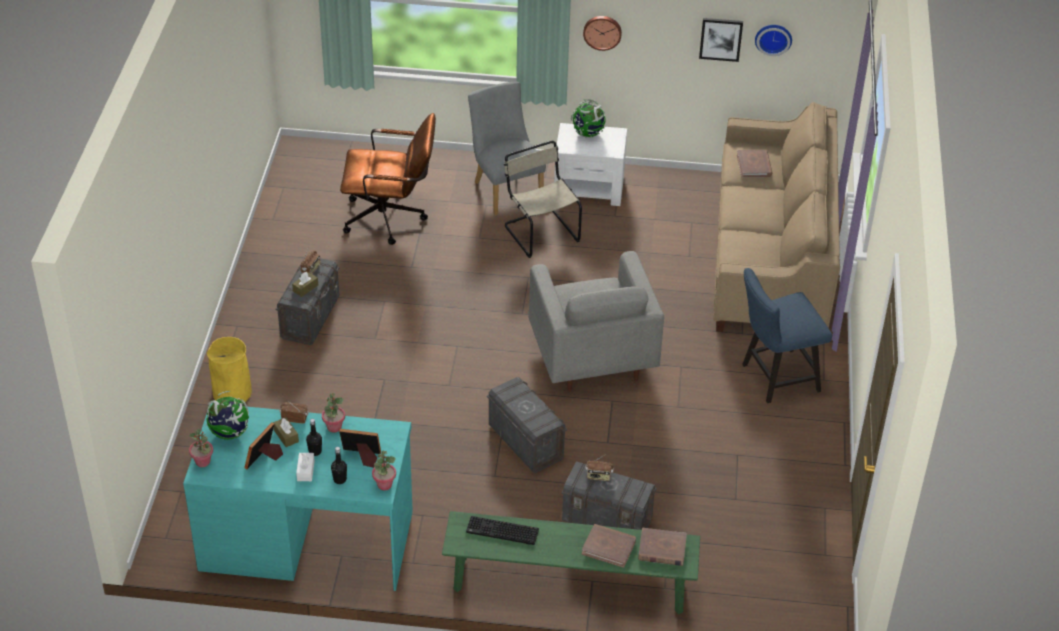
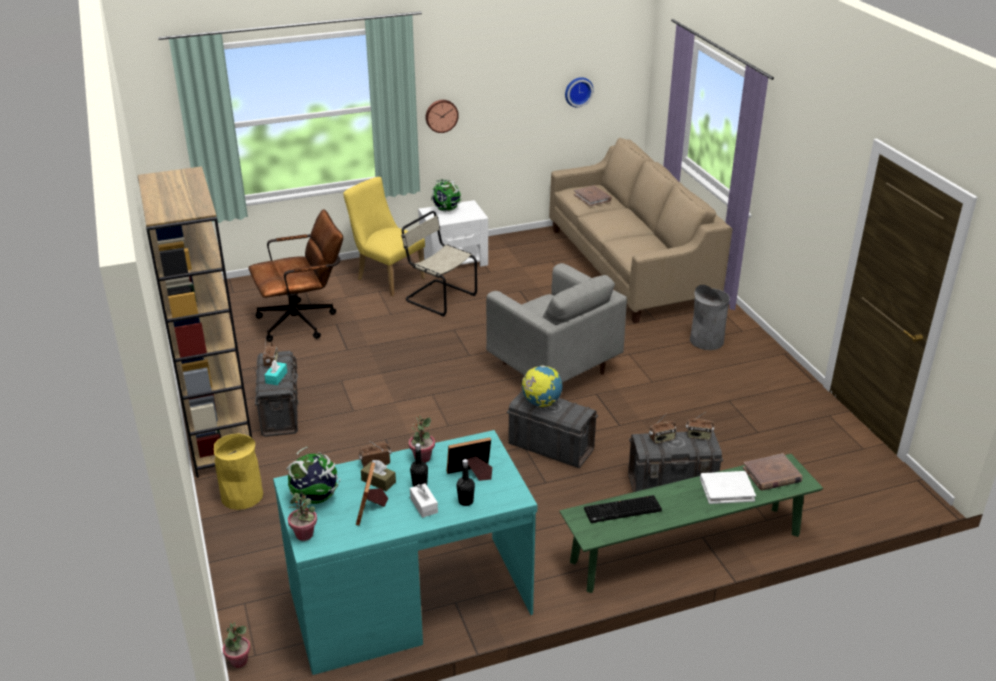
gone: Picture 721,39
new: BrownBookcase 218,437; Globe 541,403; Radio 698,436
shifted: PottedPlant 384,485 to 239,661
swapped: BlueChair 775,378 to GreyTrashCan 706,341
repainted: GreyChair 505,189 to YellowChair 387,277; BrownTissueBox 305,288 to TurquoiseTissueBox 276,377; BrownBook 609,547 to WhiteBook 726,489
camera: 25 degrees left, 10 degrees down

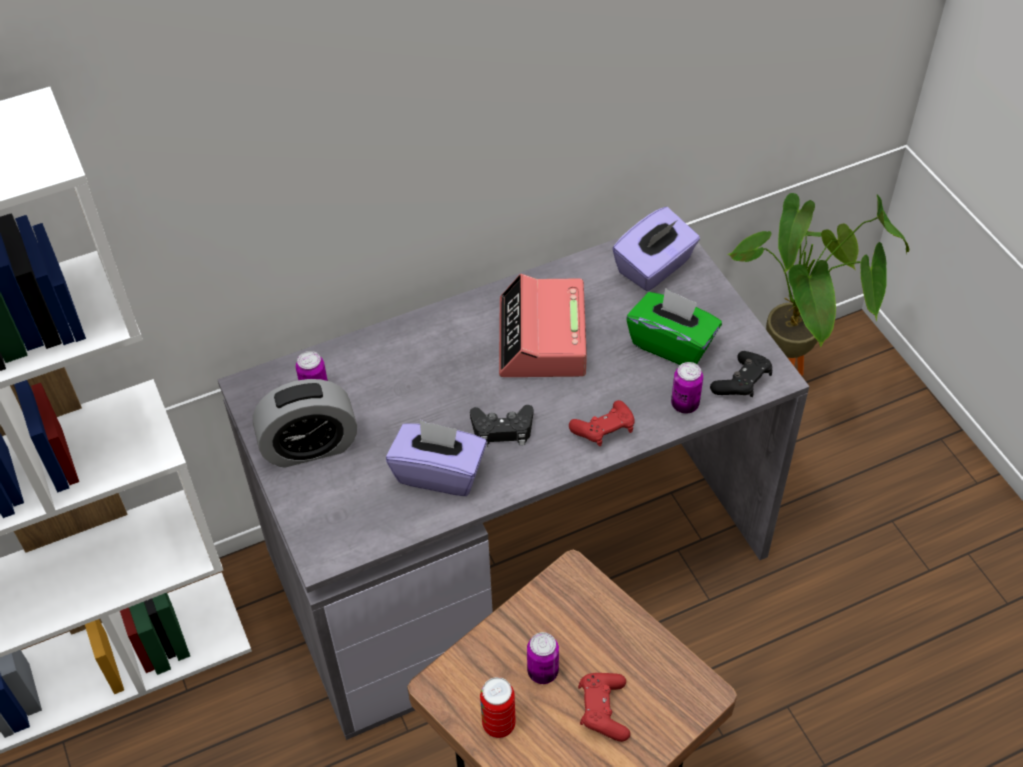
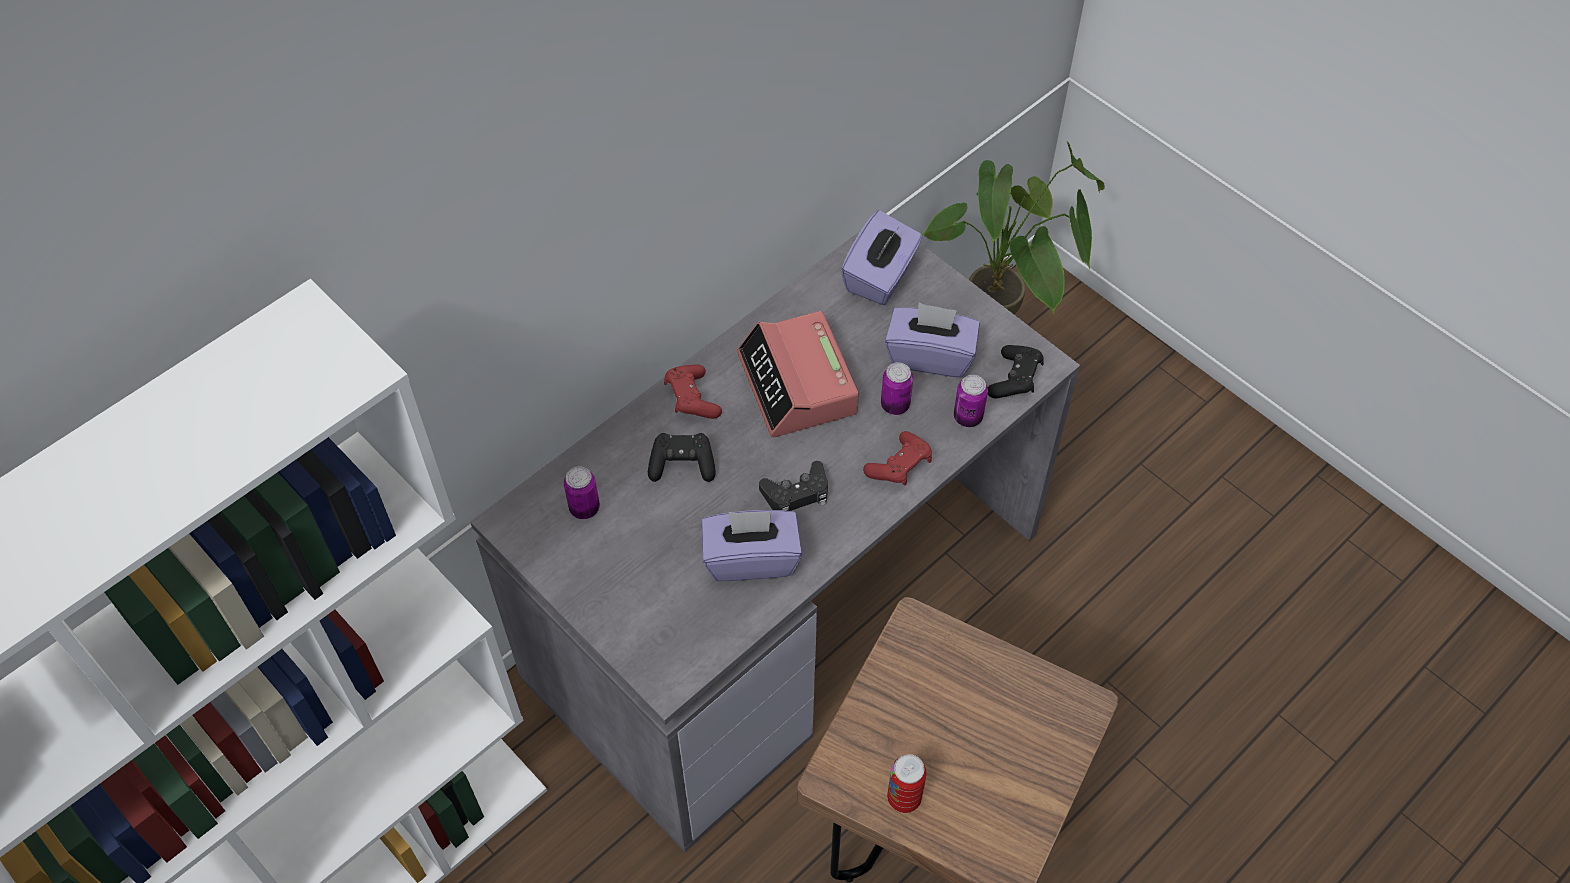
gone: AlarmClock 310,447
new: BlackGameController 682,464
shifted: Can 542,672 to 895,405; RedGameController 603,711 to 692,399
repainted: GreenTissueBox 672,344 to PurpleTissueBox 930,355
camera: 20 degrees left, 5 degrees up

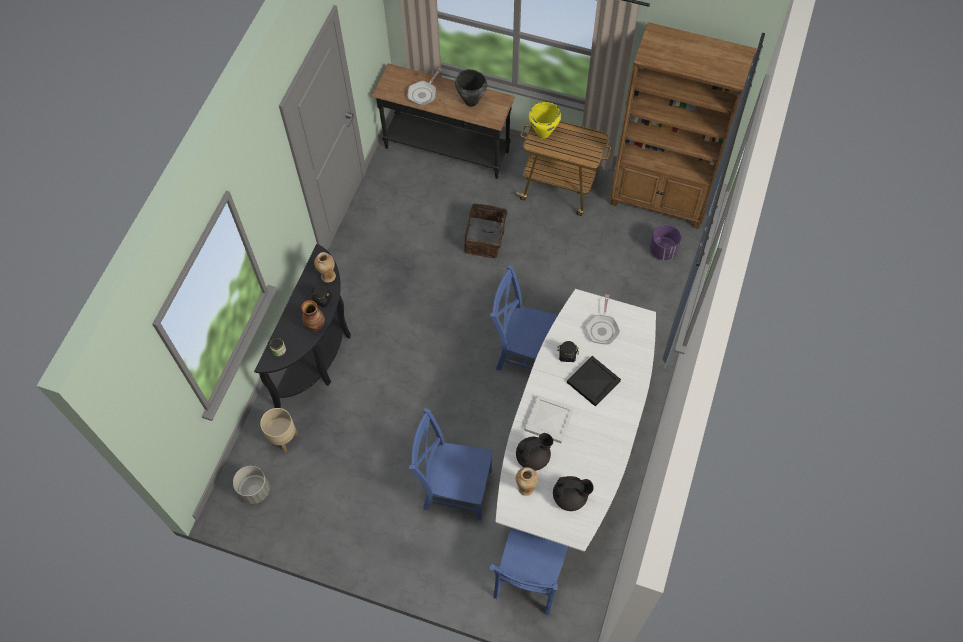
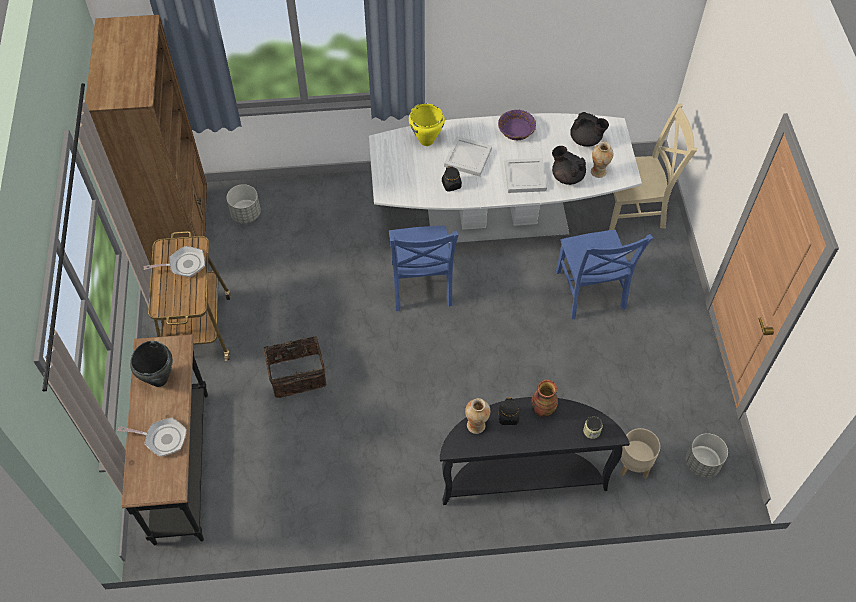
new: PurpleBowl 516,130
shifted: YellowCookingPot 543,133 to 426,141; FryingPan 602,328 to 184,265
repainted: PurplePlanter 663,250 to GreyPlanter 246,214; BlackTray 593,381 to WhiteTray 467,158; BlueChair 528,580 to BeigeChair 635,210
rotated: BlackTeapot 570,497 = 586,140 135 degrees clockwise
camera: 115 degrees left, 5 degrees down

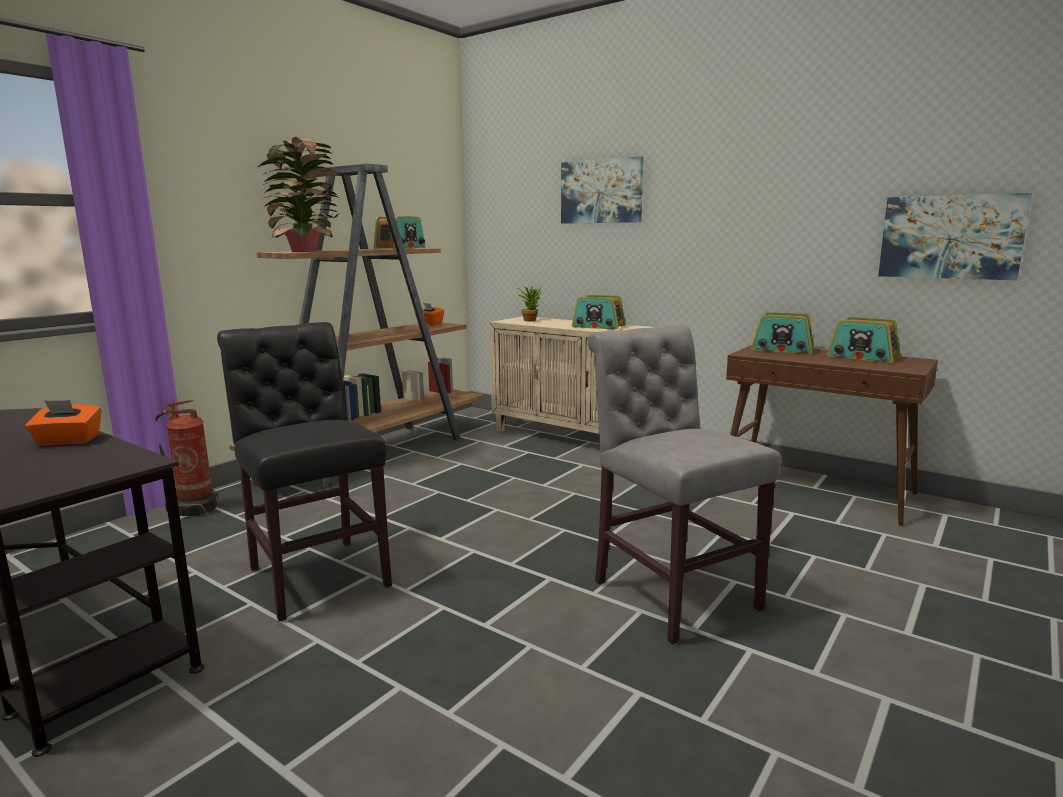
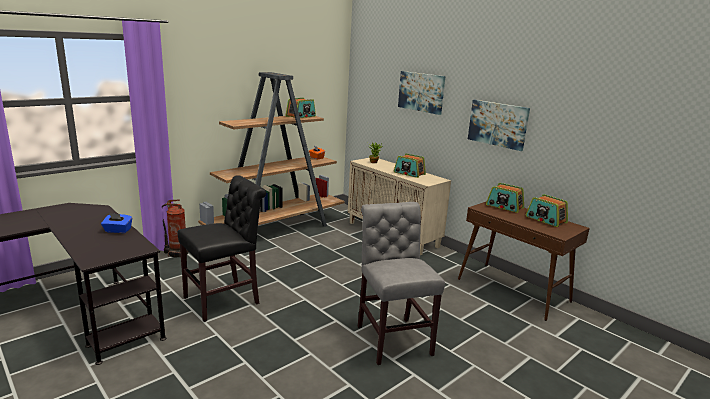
gone: PottedPlant 306,251
shifted: Picture 950,237 to 498,124
repainted: OrangeTissueBox 68,441 to BlueTissueBox 117,230
rotated: BlackChair 316,574 = 225,300 75 degrees clockwise
camera: 10 degrees right, 5 degrees up

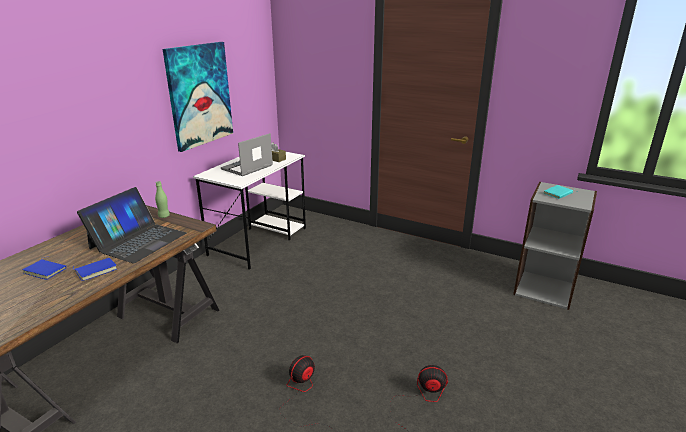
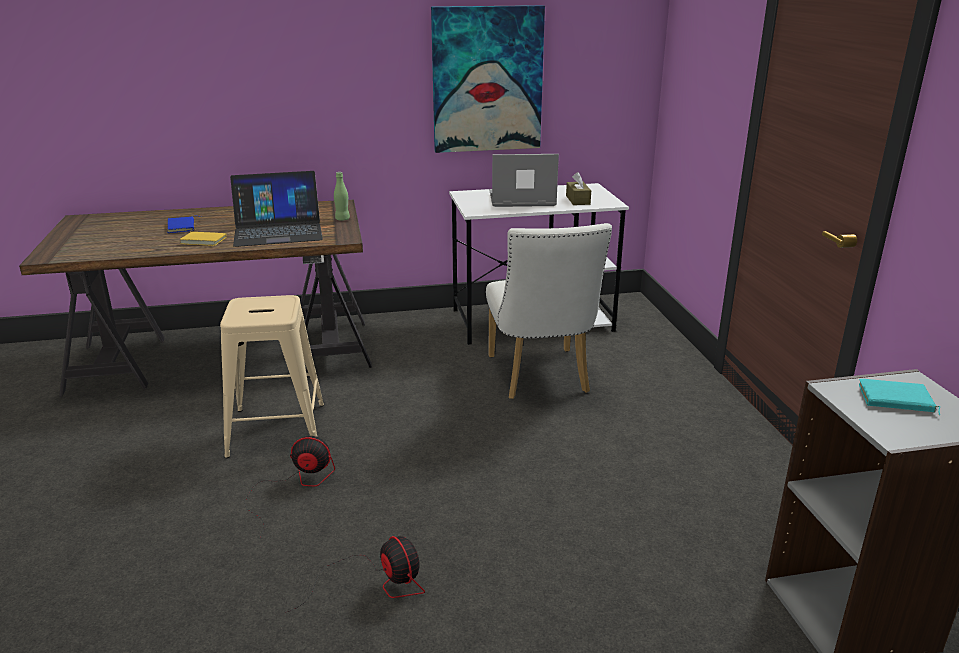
new: WhiteChair 540,378; BeigeStool 277,429
repainted: BlueBook 96,270 to YellowBook 204,240
camera: 50 degrees right, 0 degrees up

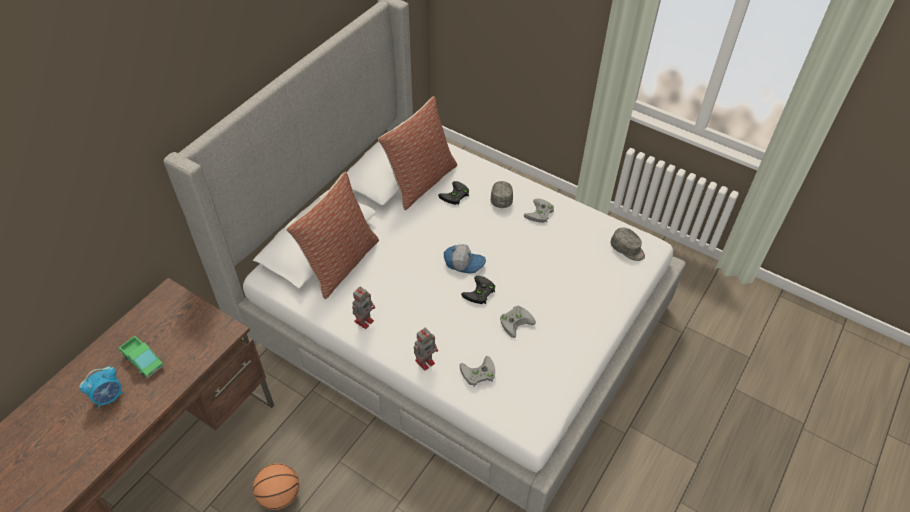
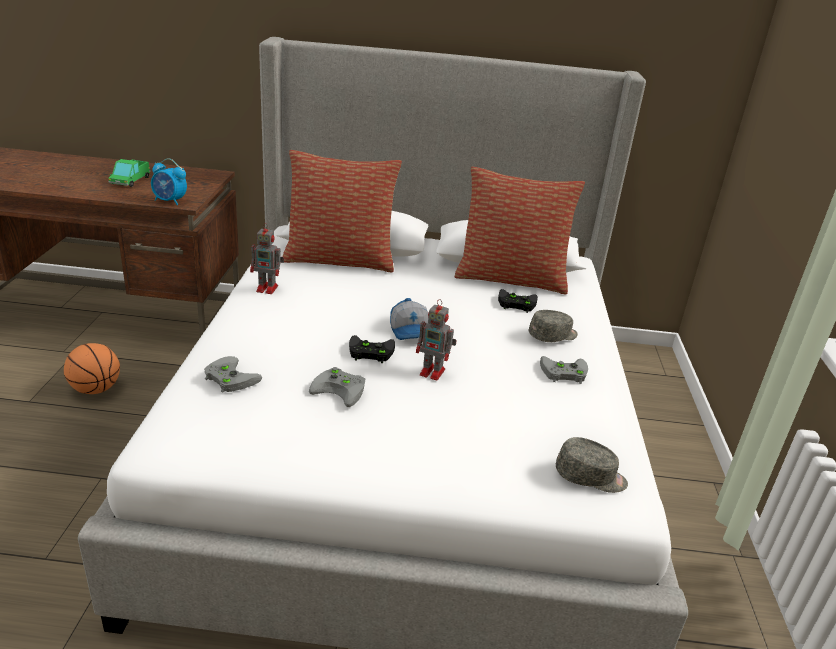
shifted: ToyRobot 425,361 to 433,372; AlarmClock 109,397 to 170,201
rotated: GreyCap 627,249 = 590,477 90 degrees counterclockwise
camera: 60 degrees right, 20 degrees down

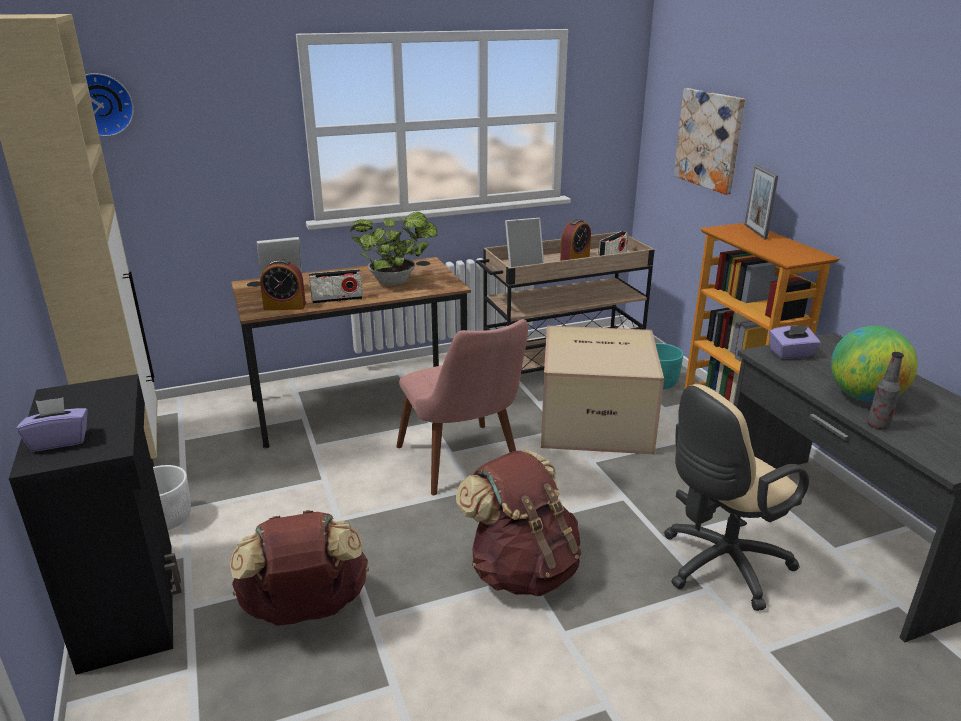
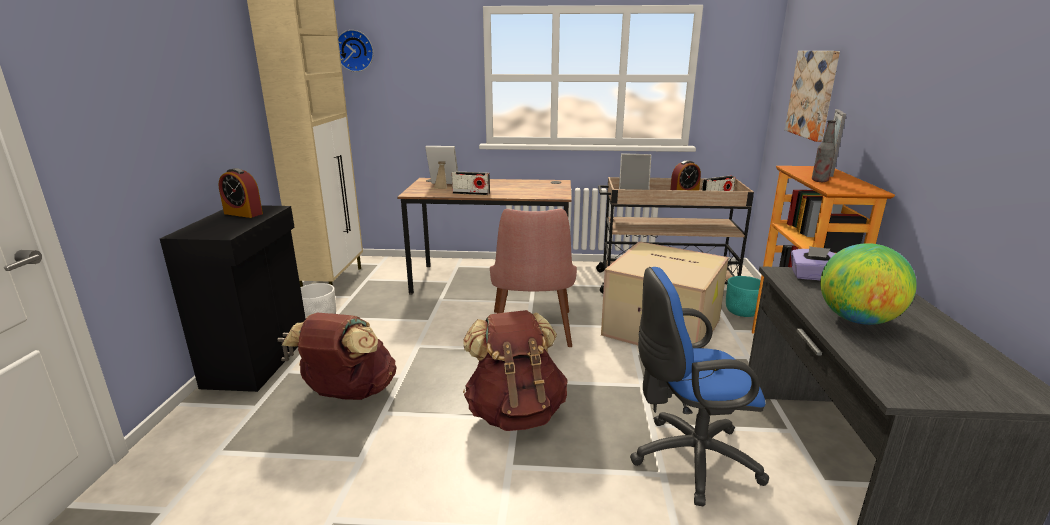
gone: PottedPlant 396,282; PurpleTissueBox 59,441
shifted: AlarmClock 284,306 to 243,213; Bottle 878,425 to 819,181
repainted: BeigeOfficeChair 719,566 to BlueOfficeChair 687,459
camera: 25 degrees right, 5 degrees down

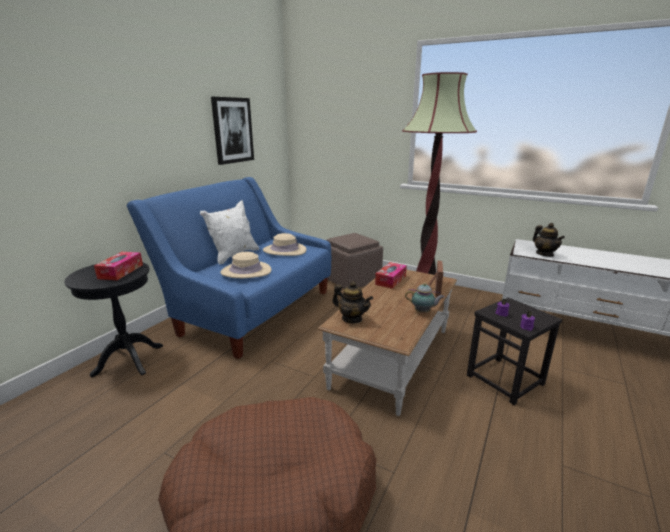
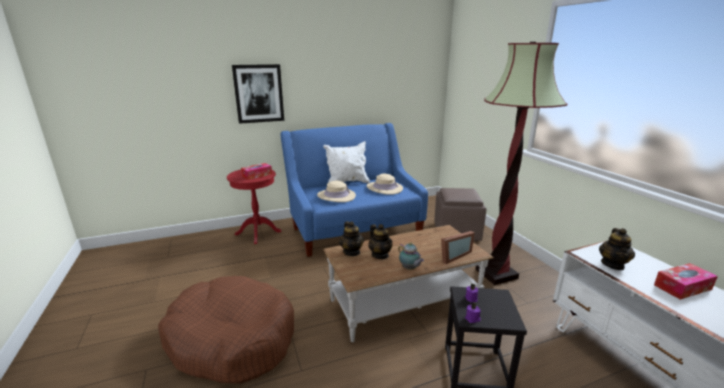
new: Teapot 380,255
shifted: Picture 232,130 to 259,93; TissueBox 390,280 to 682,287
repainted: BlackSideTable 128,360 to RedSideTable 258,233
camera: 40 degrees right, 0 degrees up

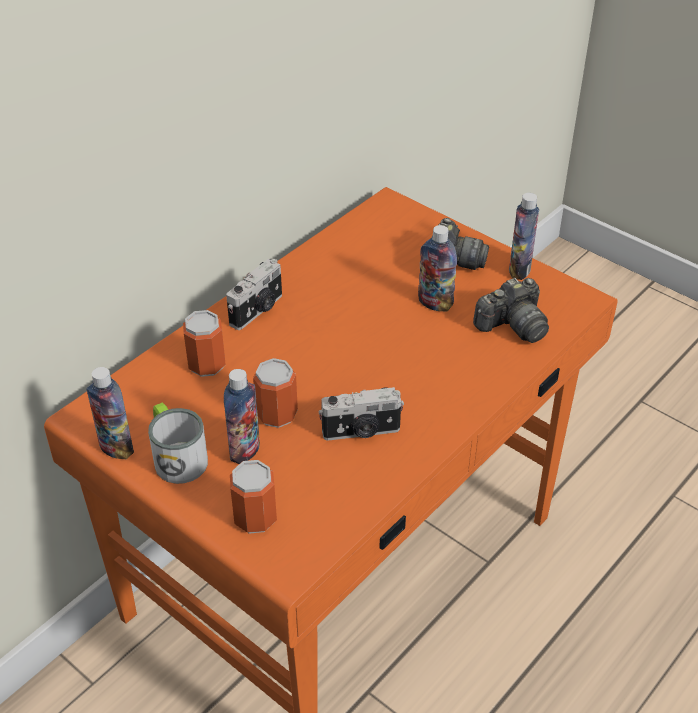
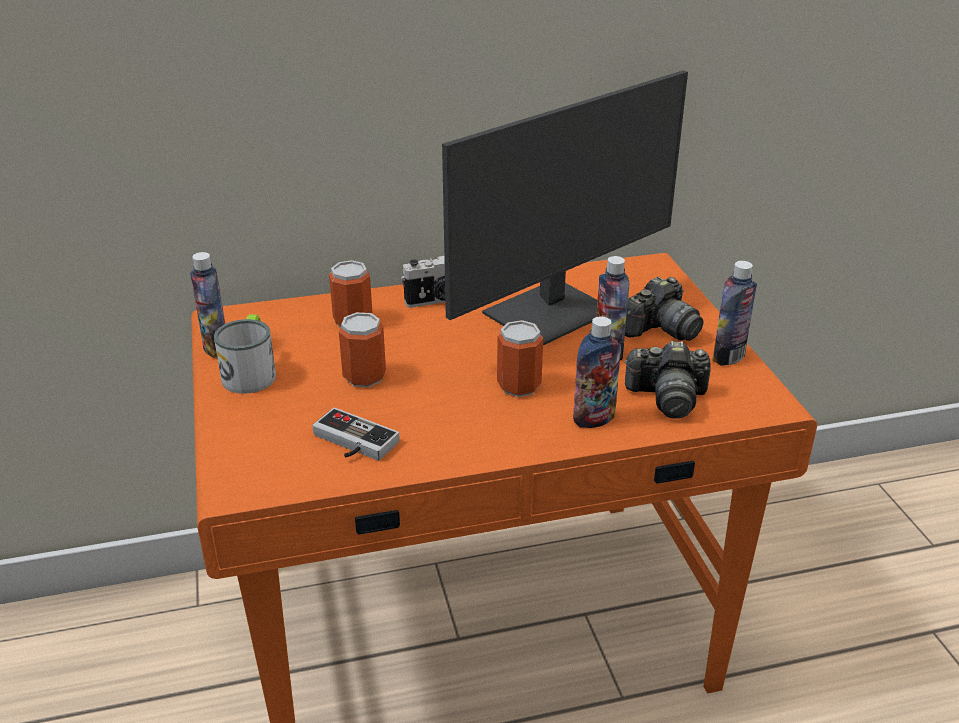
gone: PhotoCamera 361,432
new: Monitor 551,313; GameController 351,443
shifted: Bottle 245,450 to 594,419; Can 255,518 to 519,386
camera: 35 degrees right, 10 degrees down

